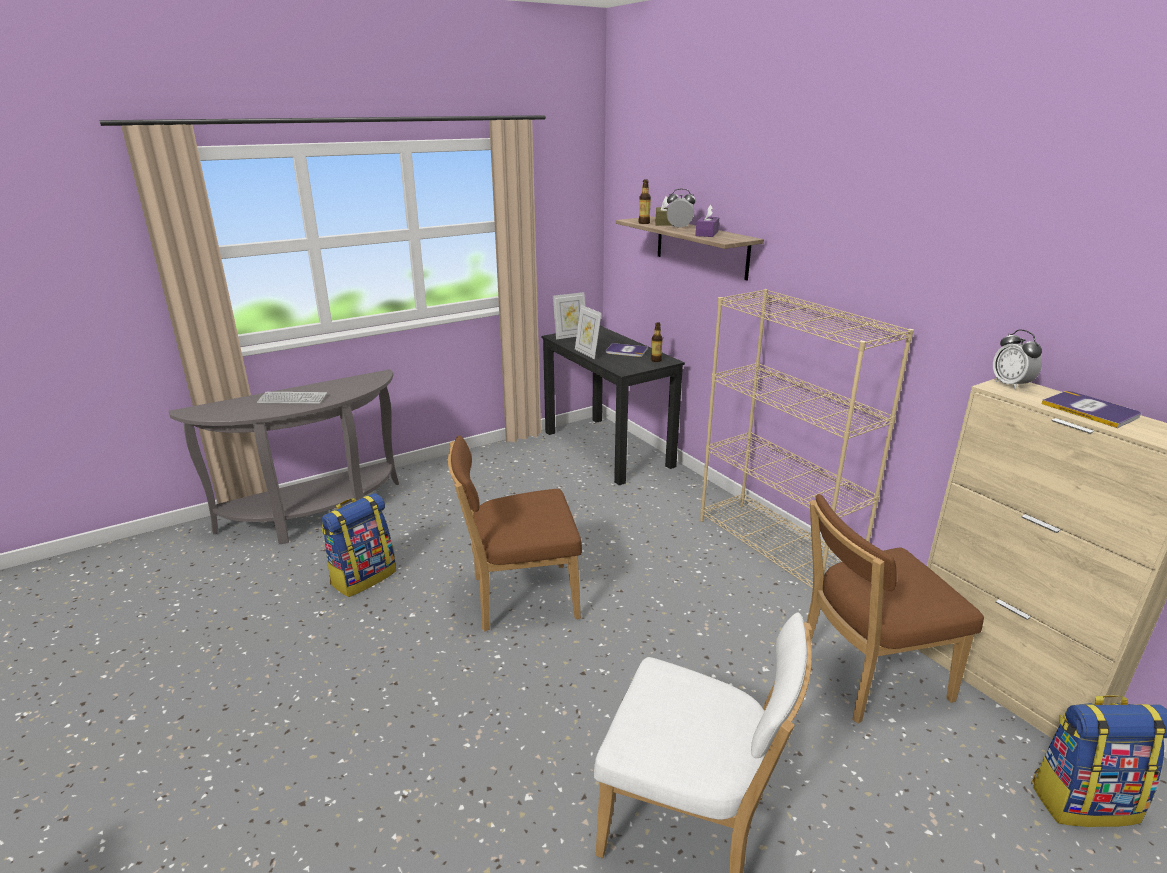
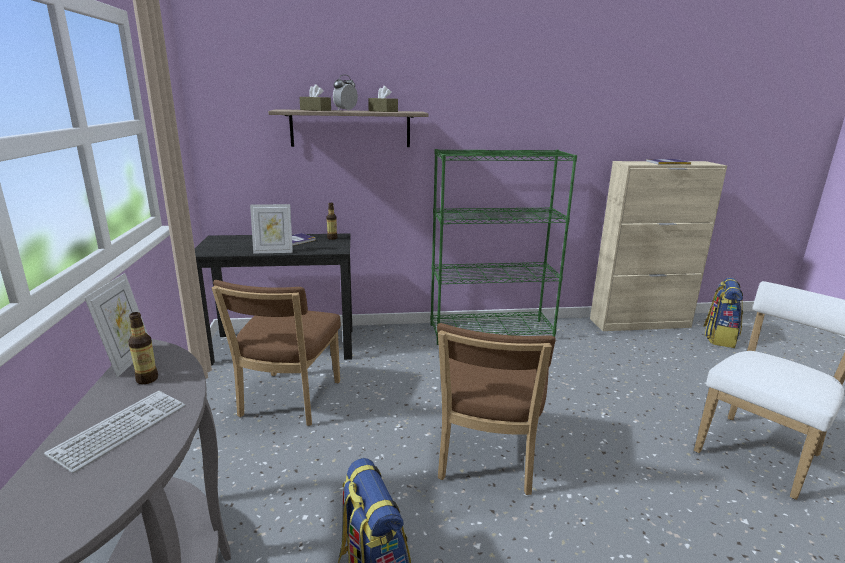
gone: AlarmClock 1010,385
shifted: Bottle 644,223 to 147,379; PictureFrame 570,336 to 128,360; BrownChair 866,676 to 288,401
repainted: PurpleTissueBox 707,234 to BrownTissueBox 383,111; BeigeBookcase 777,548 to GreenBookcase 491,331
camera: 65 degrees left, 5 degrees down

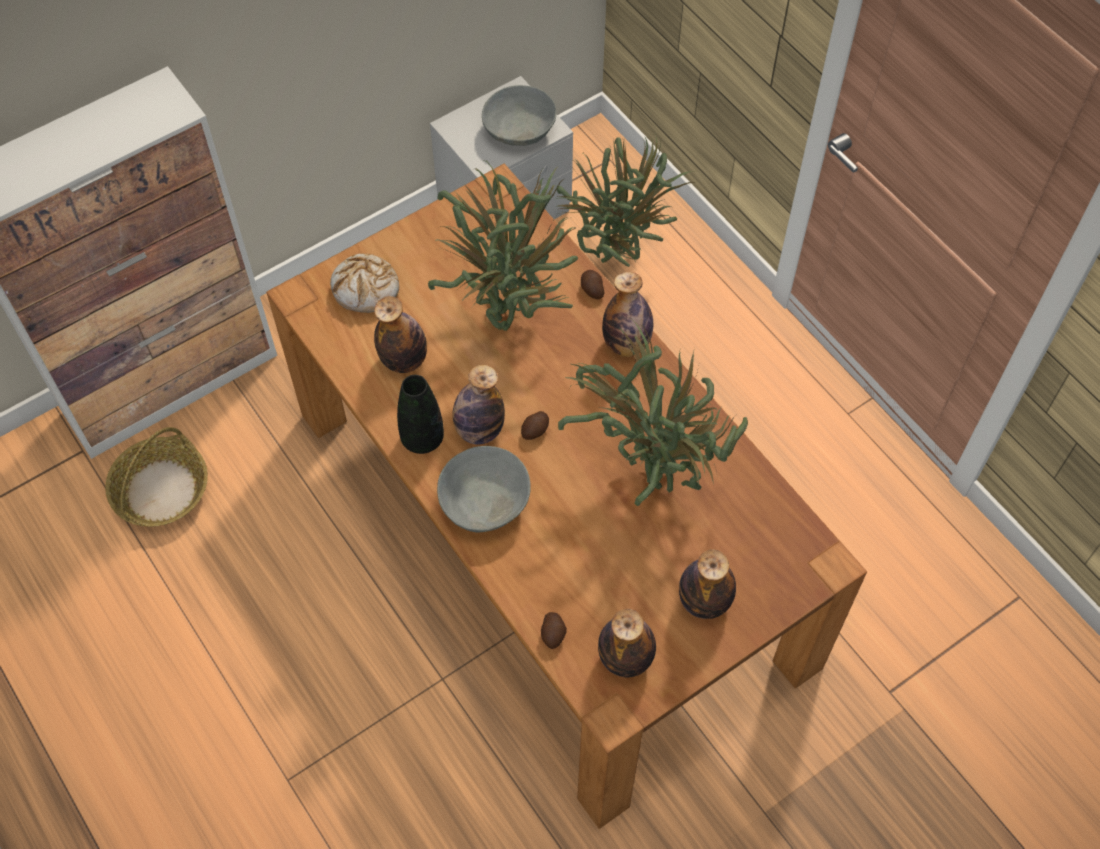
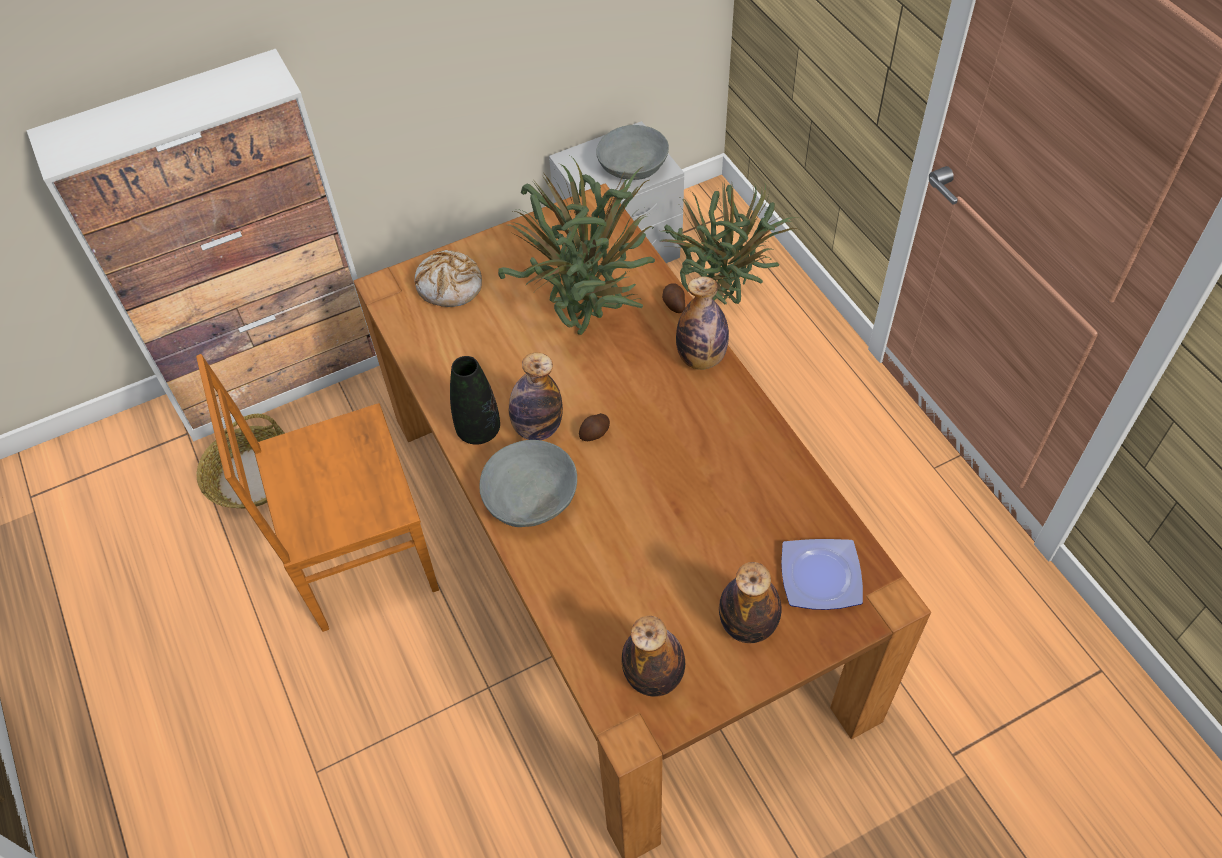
gone: Bottle 404,360; PottedPlant 653,472; Potato 553,633
new: BrownChair 359,557; Plate 822,575
camera: 10 degrees right, 5 degrees down

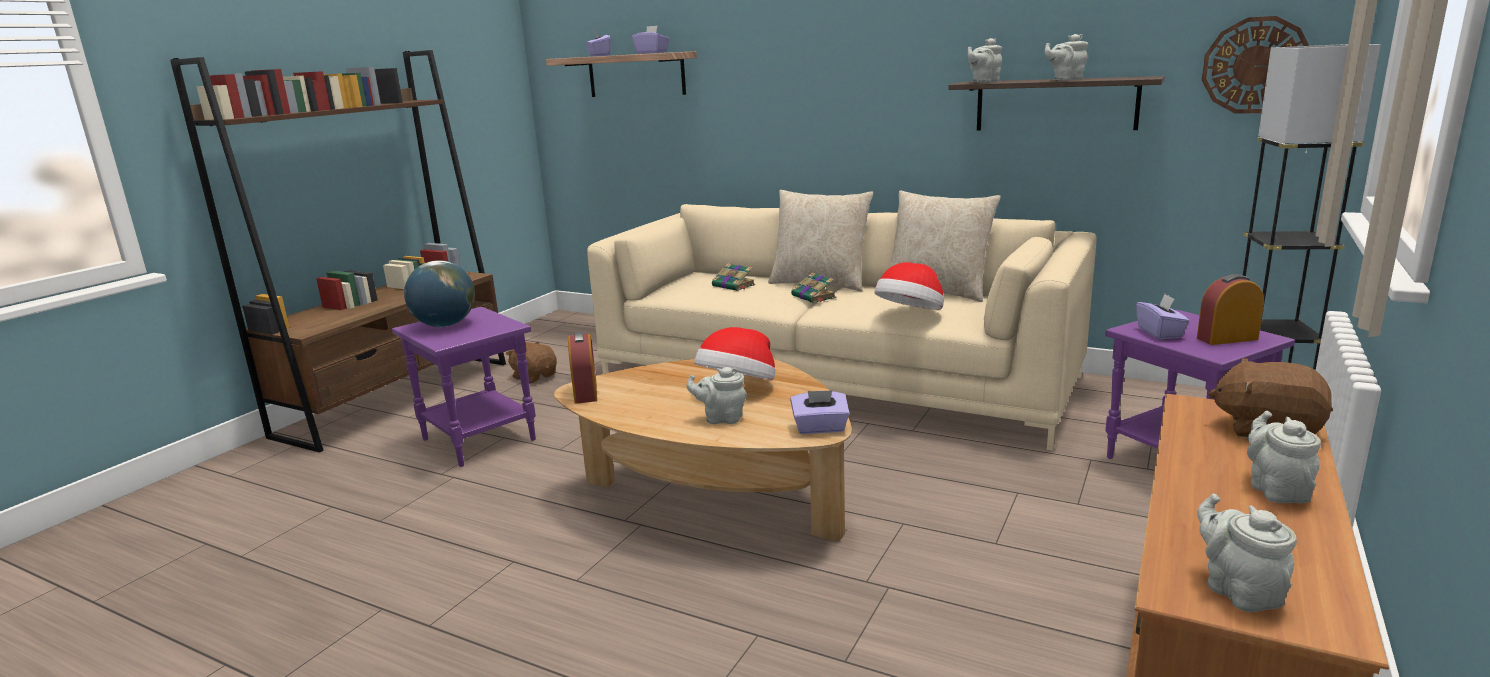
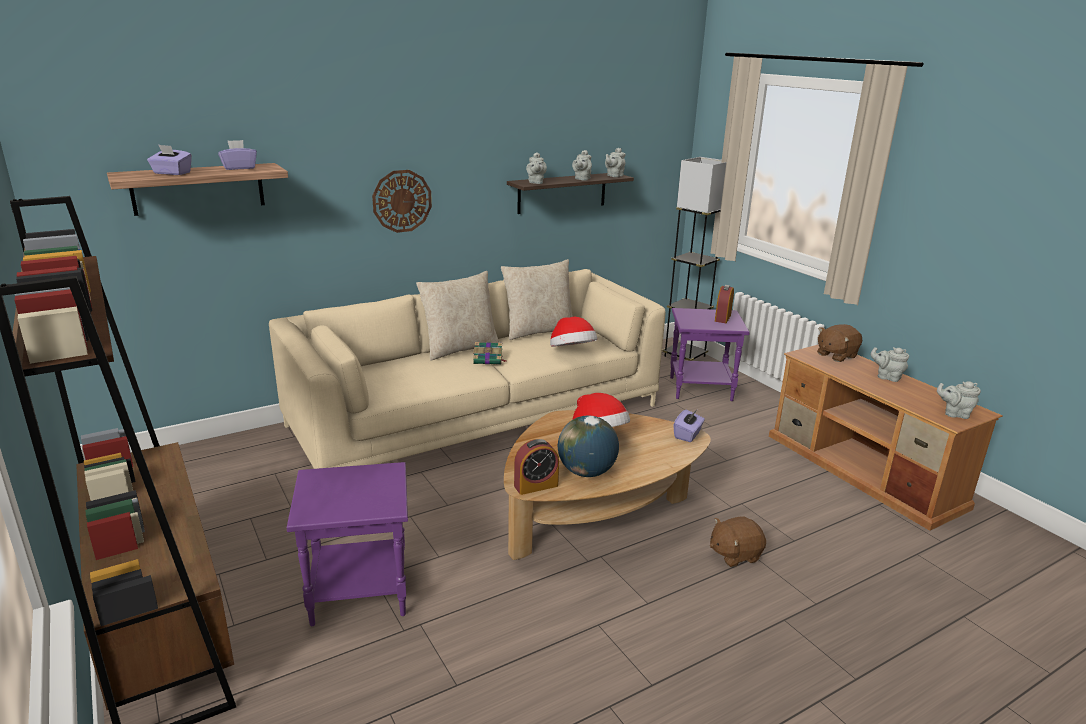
gone: Book 734,286; PurpleTissueBox 1160,333
shifted: WallClock 1255,65 to 402,201; Globe 445,325 to 587,472; BrownPlushToy 534,376 to 734,554; GreyTeapot 721,418 to 614,176
rotated: AlarmClock 585,392 = 536,486 135 degrees clockwise
camera: 60 degrees left, 5 degrees up

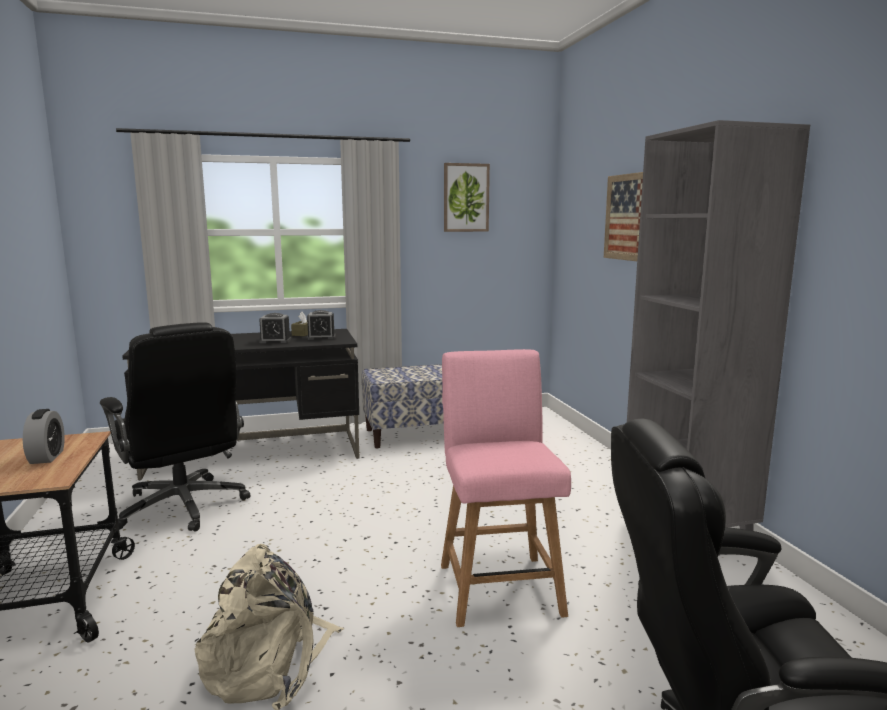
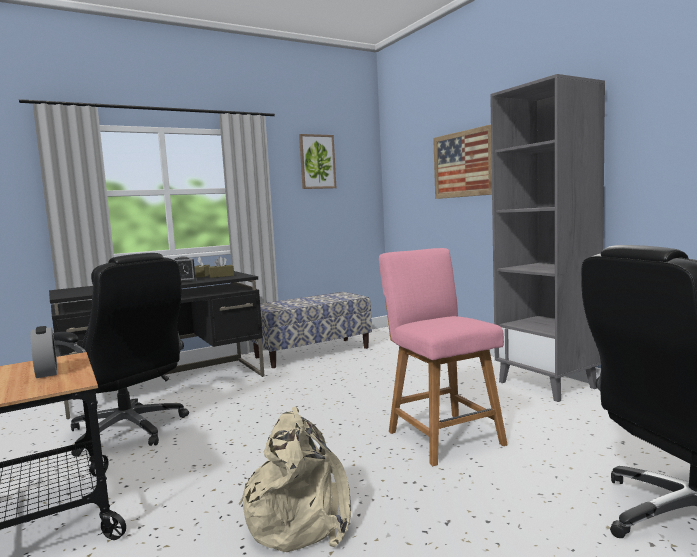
swapped: AlarmClock 321,337 to BrownTissueBox 221,276
camera: 15 degrees left, 5 degrees down

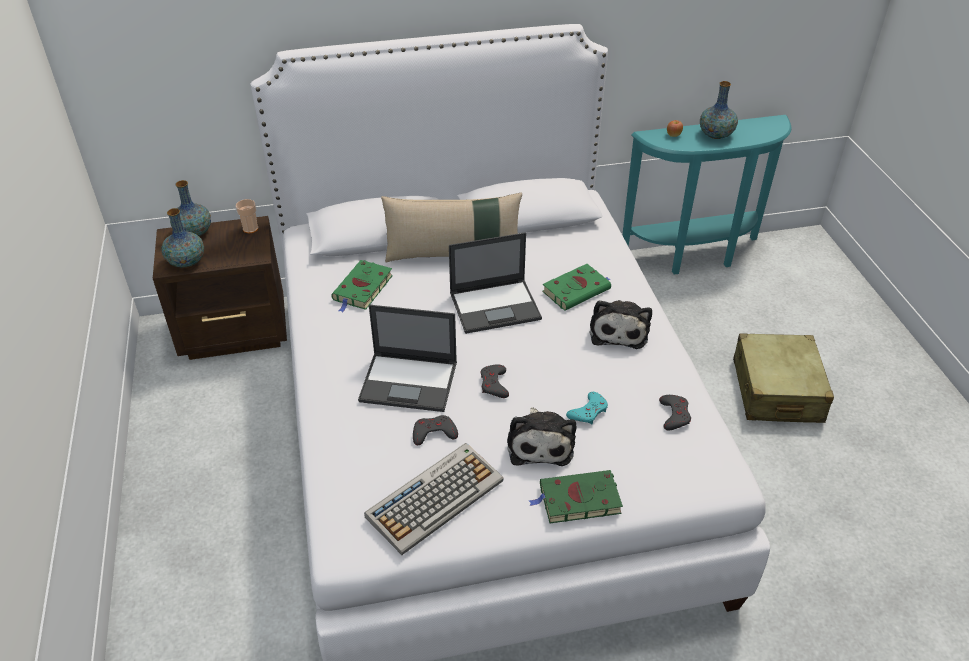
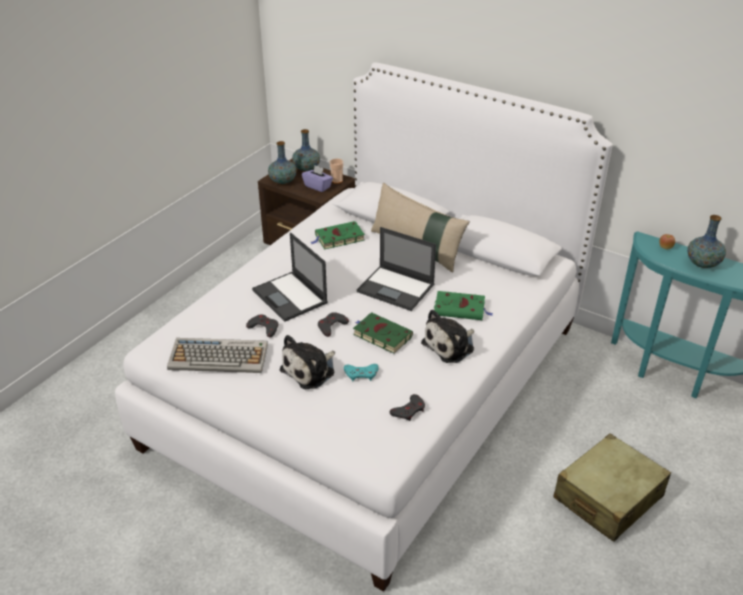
new: PurpleTissueBox 318,186
shifted: GreenBook 577,500 to 381,335
camera: 45 degrees right, 5 degrees down

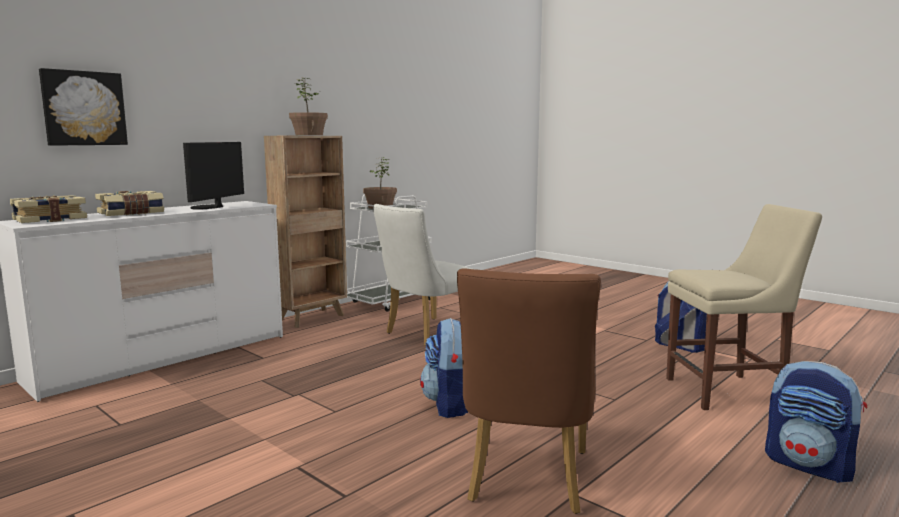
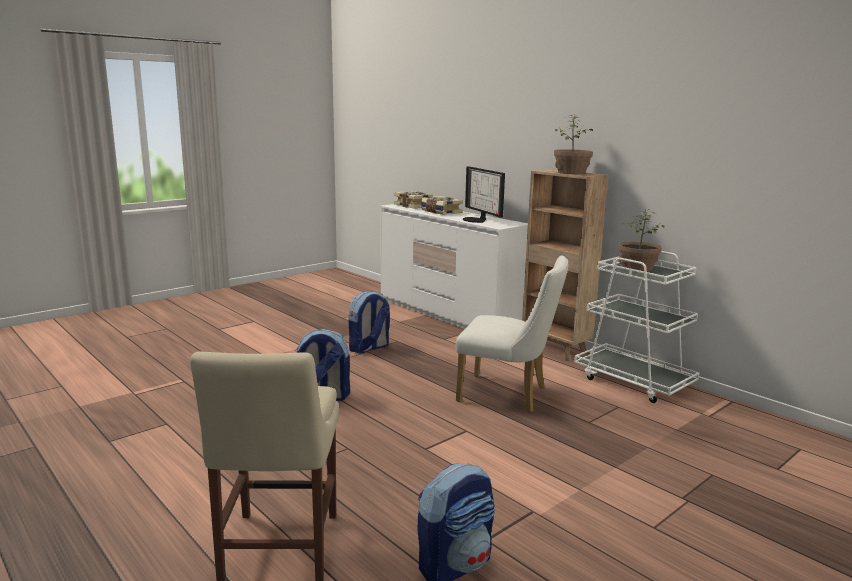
gone: Picture 84,108; BrownChair 526,481
shifted: Backpack 810,465 to 369,348
rotated: Monitor 209,207 = 477,220 135 degrees counterclockwise; WhiteChair 426,333 = 508,395 150 degrees clockwise
camera: 95 degrees right, 5 degrees up

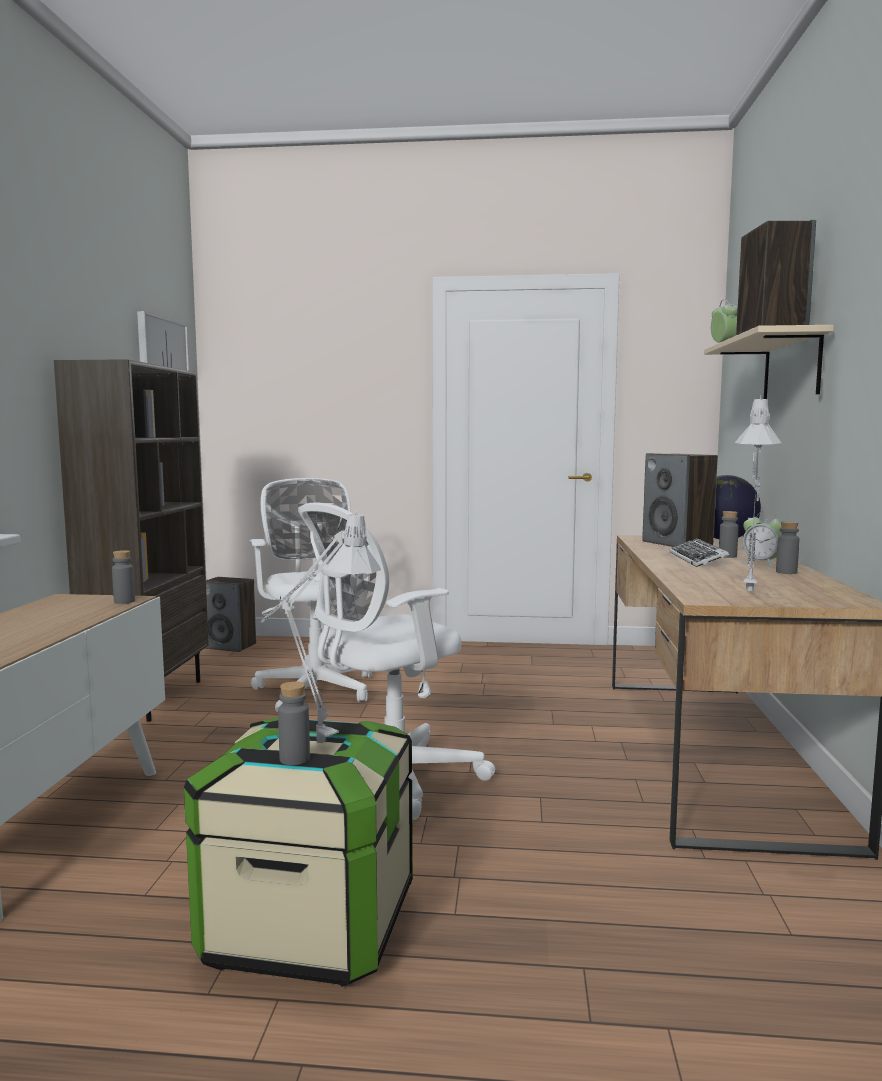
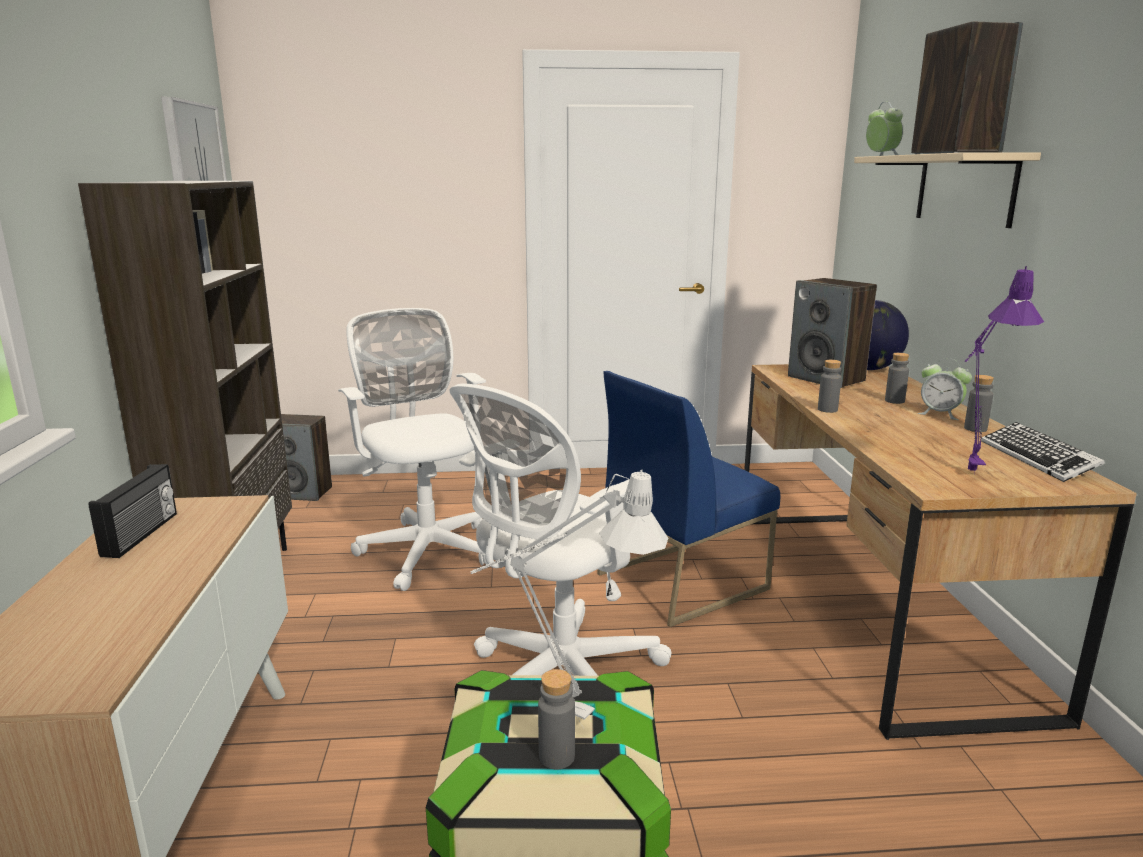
new: BlueChair 682,580; Radio 142,534
shifted: Keyboard 697,559 to 1037,459; GreyBottle 124,601 to 827,410
repainted: GreyTableLamp 749,591 to PurpleTableLamp 968,469
camera: 10 degrees left, 10 degrees up

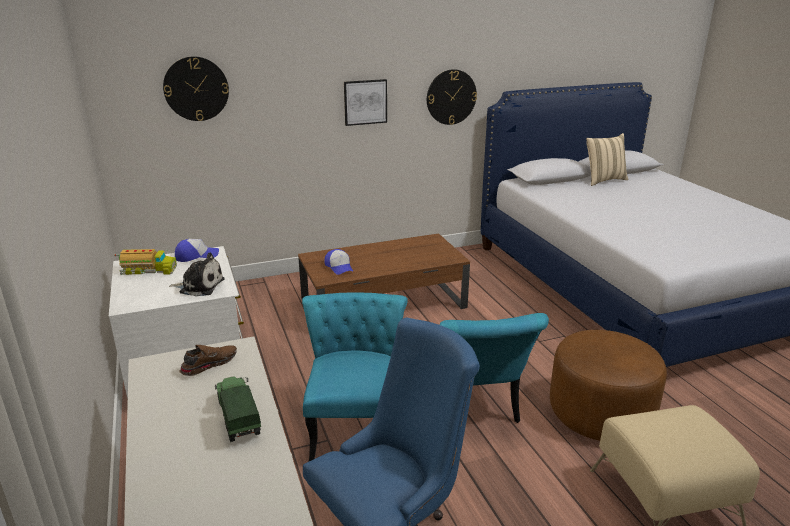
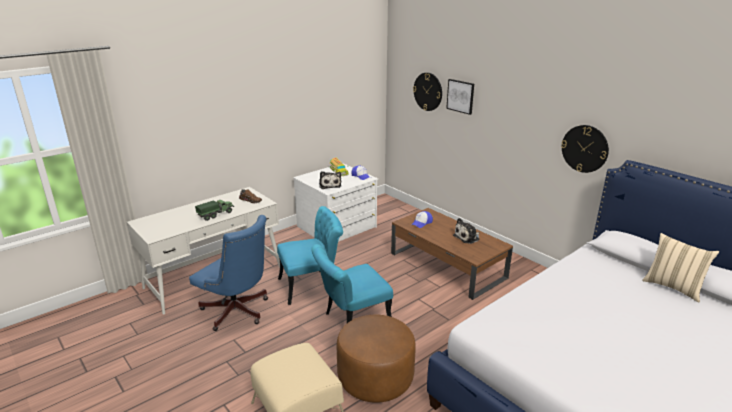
new: PlushToy 467,237
shifted: Picture 365,102 to 460,96
camera: 70 degrees right, 0 degrees up

